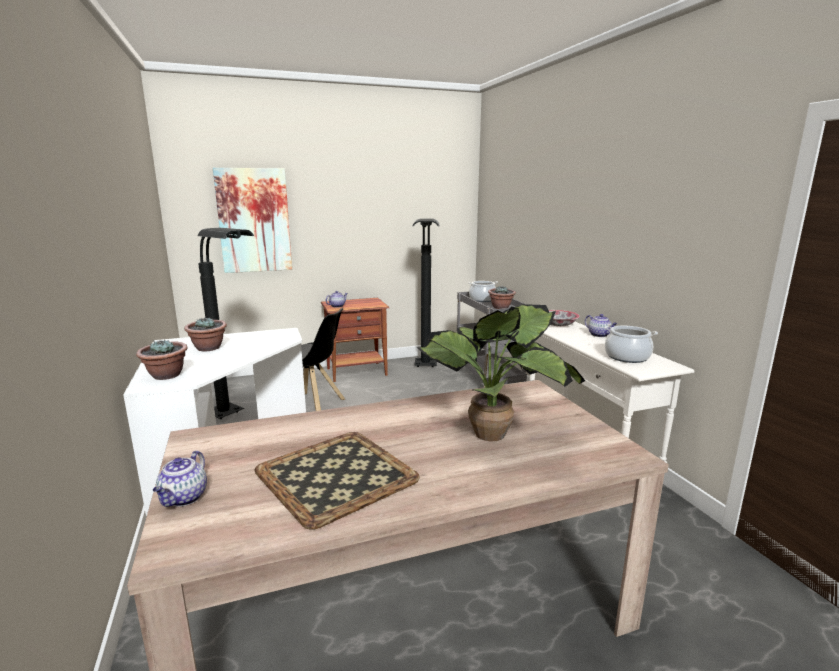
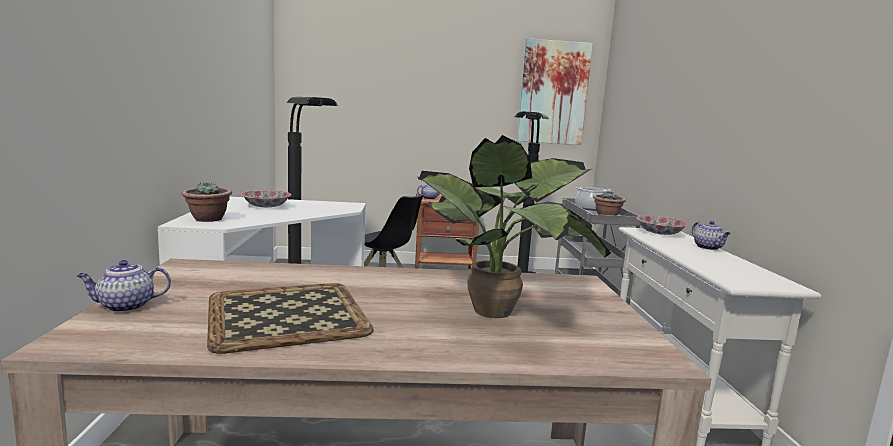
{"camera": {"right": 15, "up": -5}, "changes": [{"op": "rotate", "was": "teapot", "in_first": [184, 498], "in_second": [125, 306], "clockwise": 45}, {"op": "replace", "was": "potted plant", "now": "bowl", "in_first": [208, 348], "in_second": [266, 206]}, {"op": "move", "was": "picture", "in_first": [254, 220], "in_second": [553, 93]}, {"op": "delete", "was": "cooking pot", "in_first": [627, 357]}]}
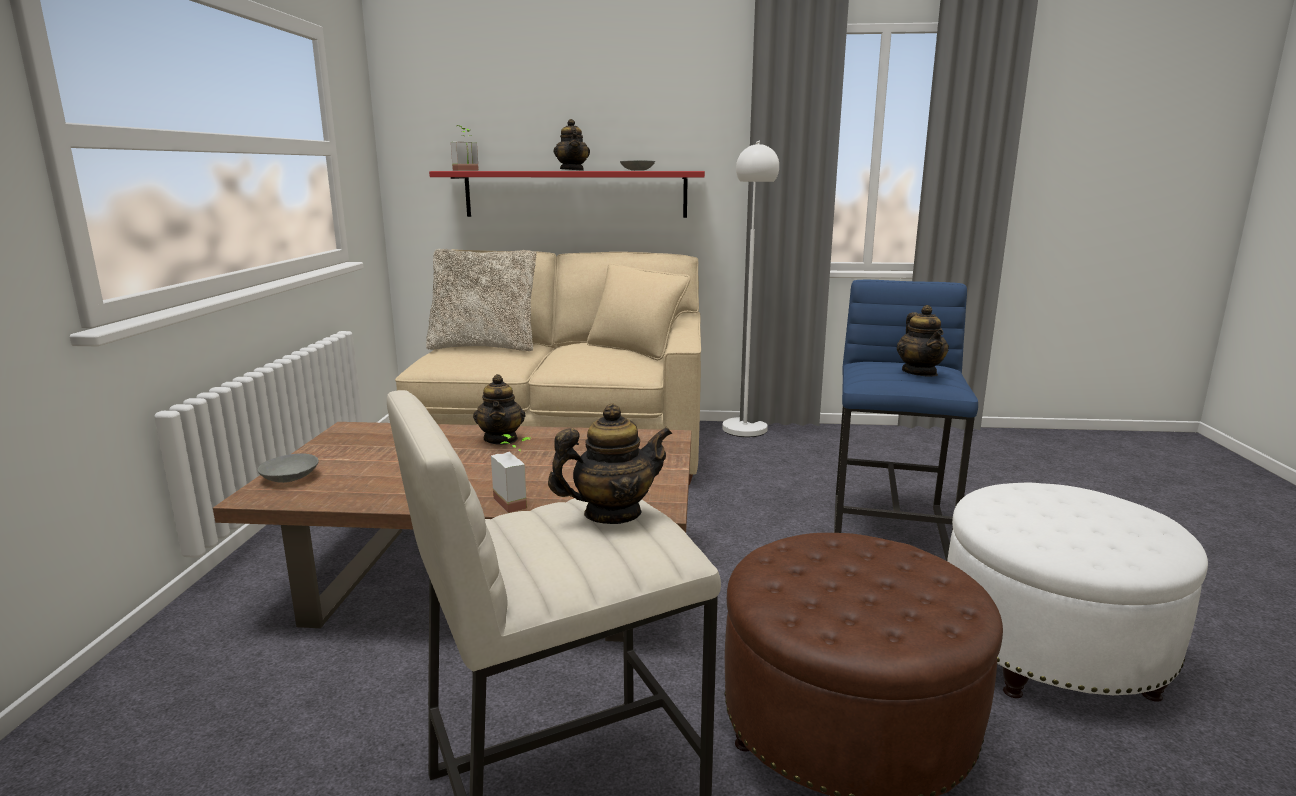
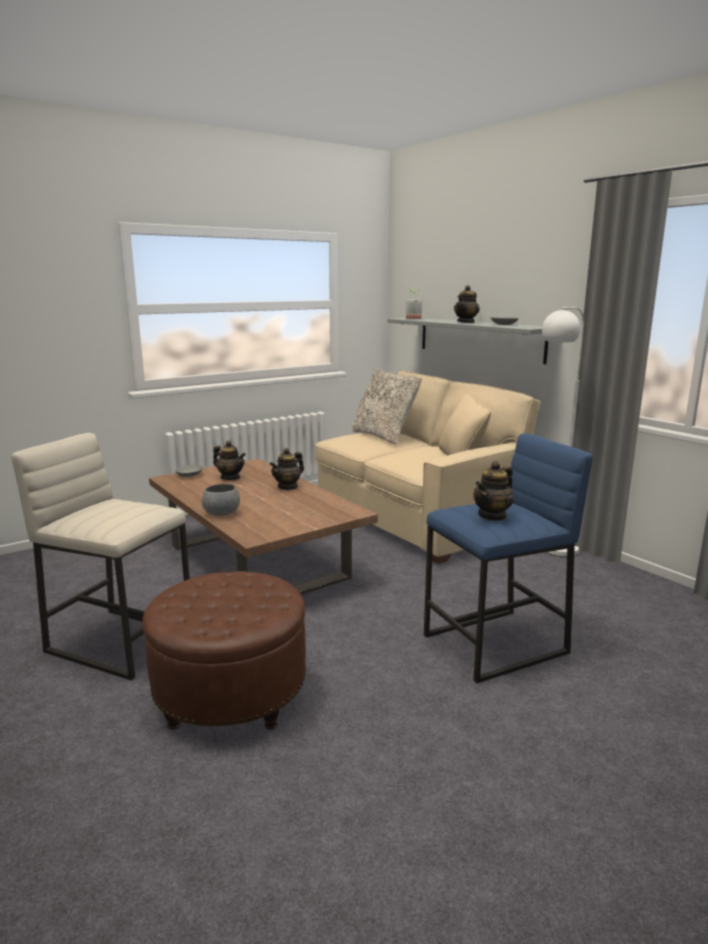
{"camera": {"right": 50, "up": 0}, "changes": [{"op": "recolor", "was": "red shelf", "now": "grey shelf", "in_first": [575, 194], "in_second": [479, 338]}, {"op": "replace", "was": "potted plant", "now": "grey bowl", "in_first": [517, 501], "in_second": [221, 513]}, {"op": "move", "was": "teapot", "in_first": [612, 514], "in_second": [230, 478]}, {"op": "delete", "was": "white ottoman", "in_first": [1050, 653]}]}
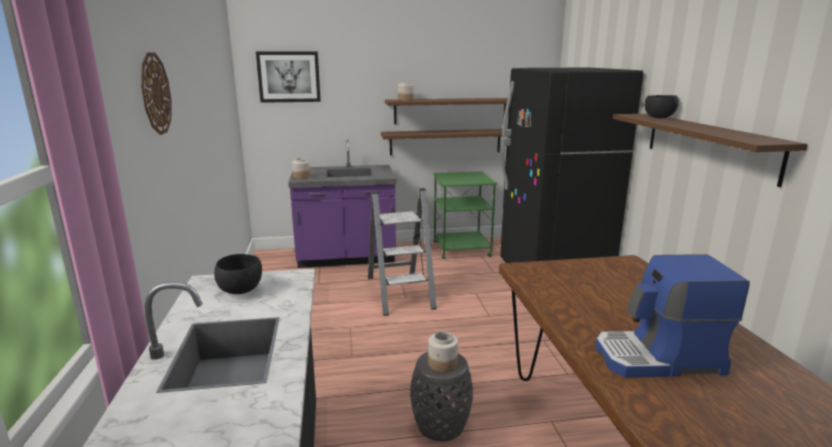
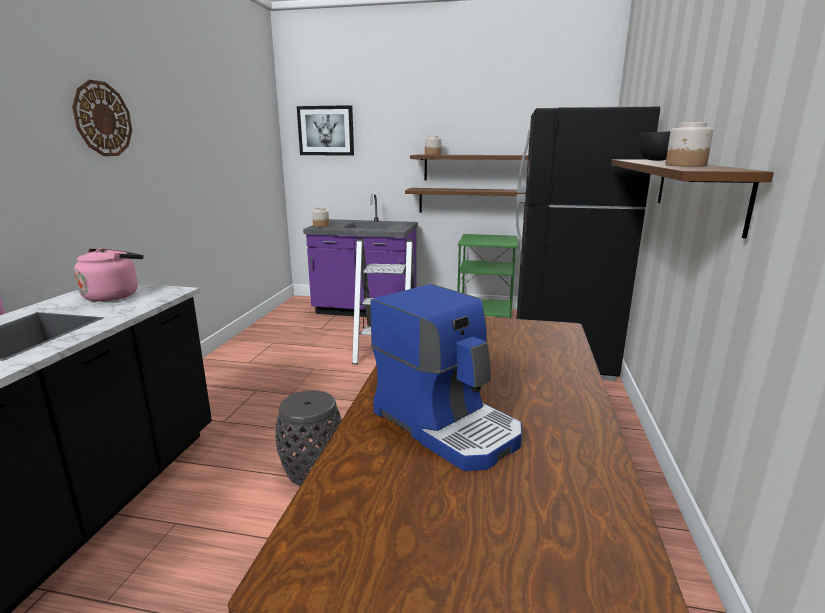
{"camera": {"right": 20, "up": 0}, "changes": [{"op": "replace", "was": "black bowl", "now": "pink kettle", "in_first": [241, 290], "in_second": [114, 295]}, {"op": "move", "was": "jar", "in_first": [443, 364], "in_second": [685, 165]}, {"op": "rotate", "was": "coffee machine", "in_first": [658, 358], "in_second": [447, 424], "clockwise": -150}]}
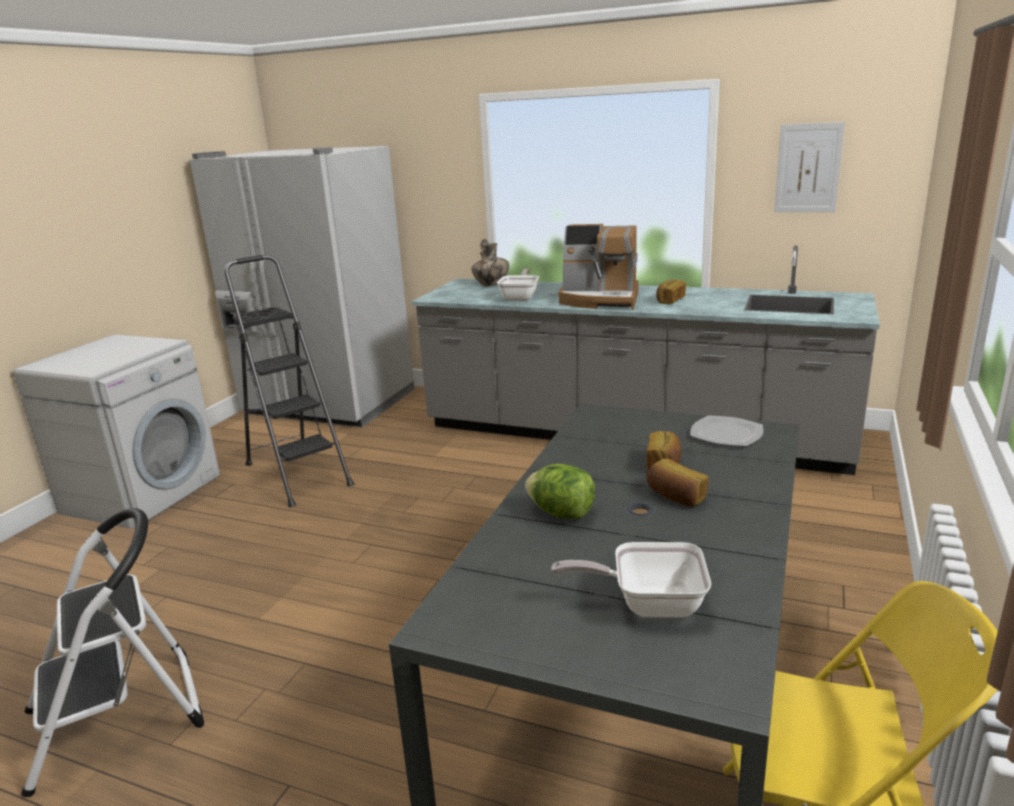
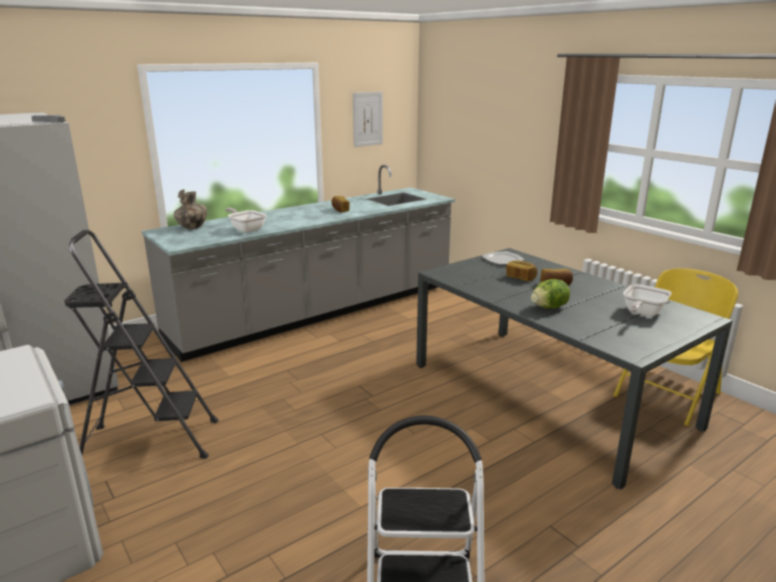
{"camera": {"right": -60, "up": 0}, "changes": [{"op": "delete", "was": "coffee machine", "in_first": [600, 300]}]}
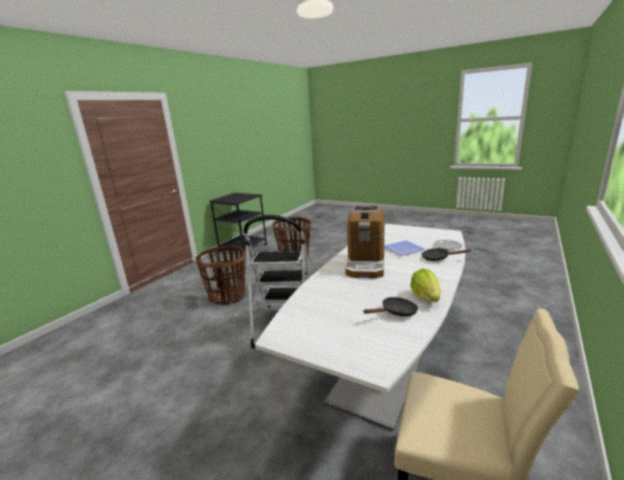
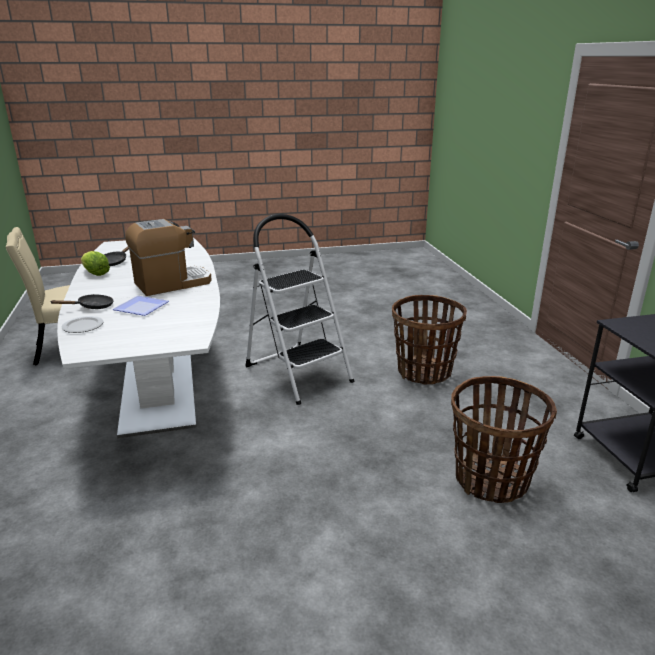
{"camera": {"right": 135, "up": 5}, "changes": [{"op": "rotate", "was": "coffee machine", "in_first": [366, 263], "in_second": [172, 283], "clockwise": 90}]}
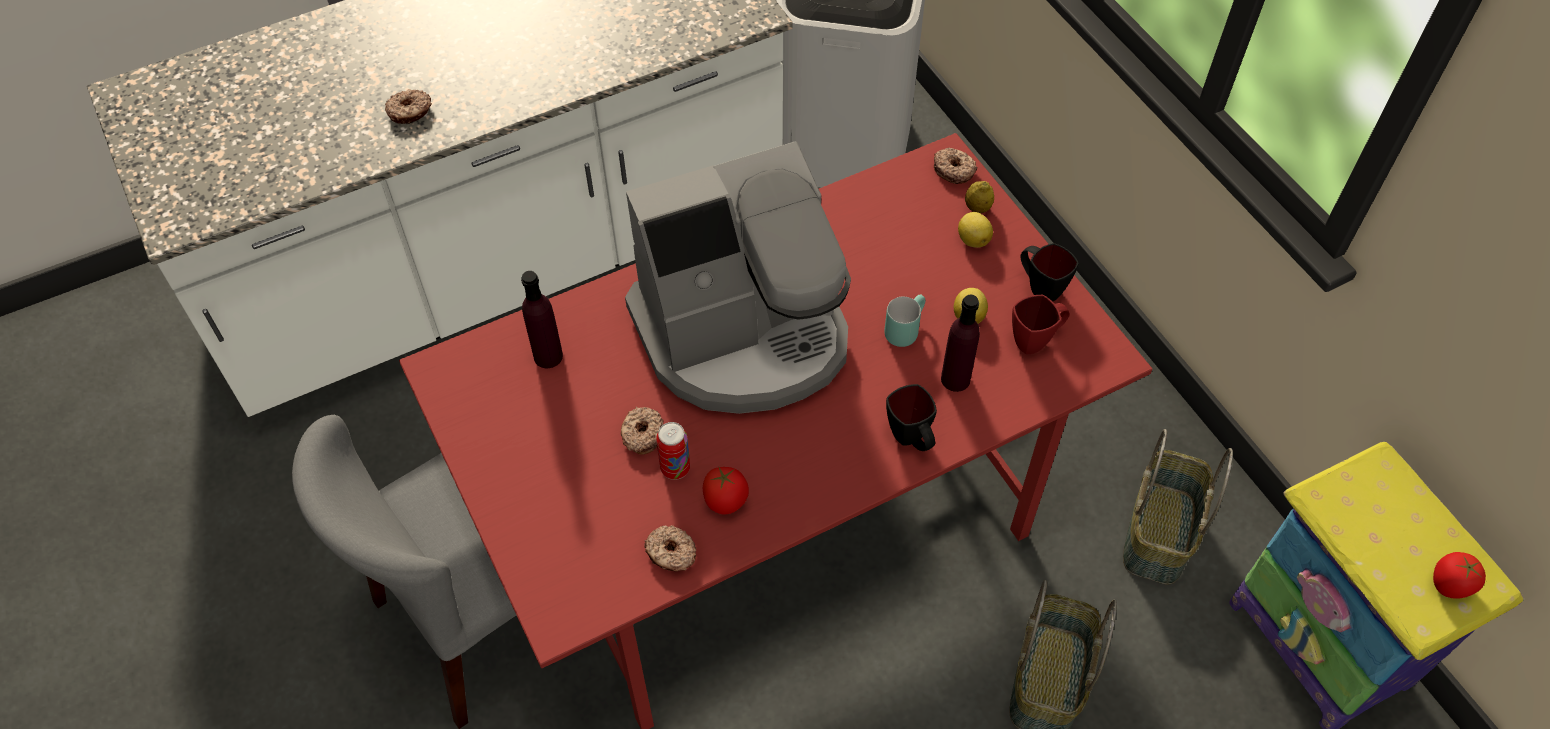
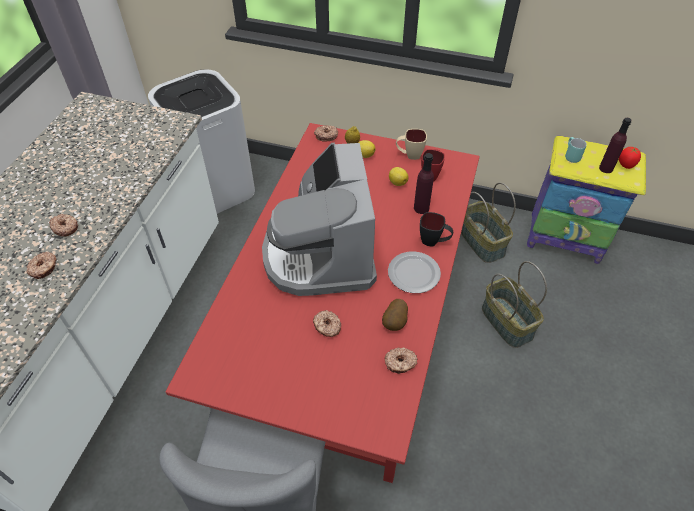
{"camera": {"right": -45, "up": -5}, "changes": [{"op": "move", "was": "purple bottle", "in_first": [548, 356], "in_second": [606, 168]}, {"op": "rotate", "was": "coffee machine", "in_first": [744, 335], "in_second": [320, 253], "clockwise": 150}, {"op": "delete", "was": "can", "in_first": [675, 468]}, {"op": "replace", "was": "tomato", "now": "potato", "in_first": [726, 501], "in_second": [395, 323]}, {"op": "move", "was": "turquoise mug", "in_first": [903, 328], "in_second": [570, 156]}, {"op": "recolor", "was": "black mug", "now": "beige mug", "in_first": [1040, 287], "in_second": [409, 155]}, {"op": "insert", "now": "donut", "in_second": [65, 227]}, {"op": "insert", "now": "plate", "in_second": [412, 274]}]}
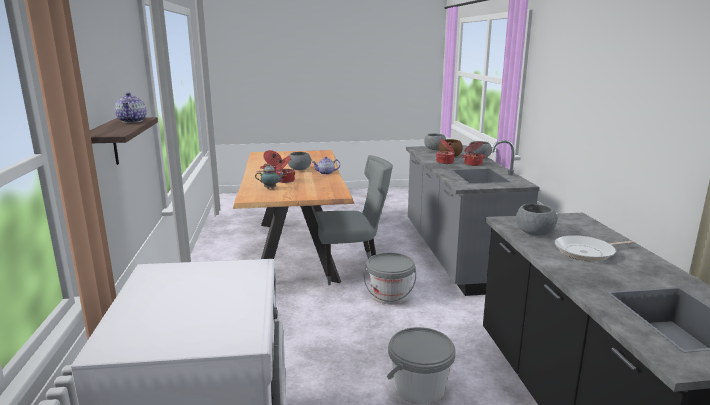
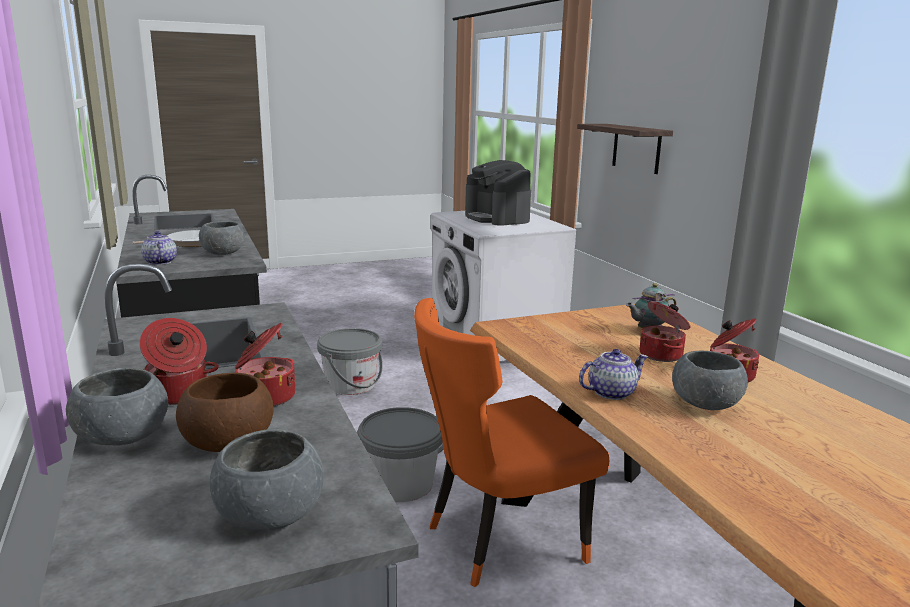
{"camera": {"right": 165, "up": 0}, "changes": [{"op": "move", "was": "teapot", "in_first": [132, 121], "in_second": [159, 262]}, {"op": "recolor", "was": "grey chair", "now": "orange chair", "in_first": [352, 269], "in_second": [497, 540]}, {"op": "insert", "now": "coffee machine", "in_second": [497, 218]}]}
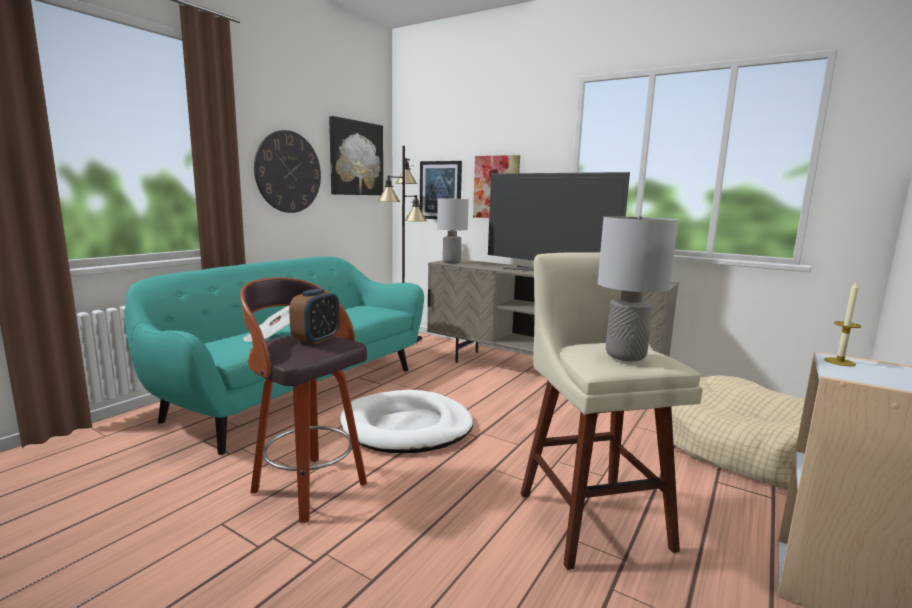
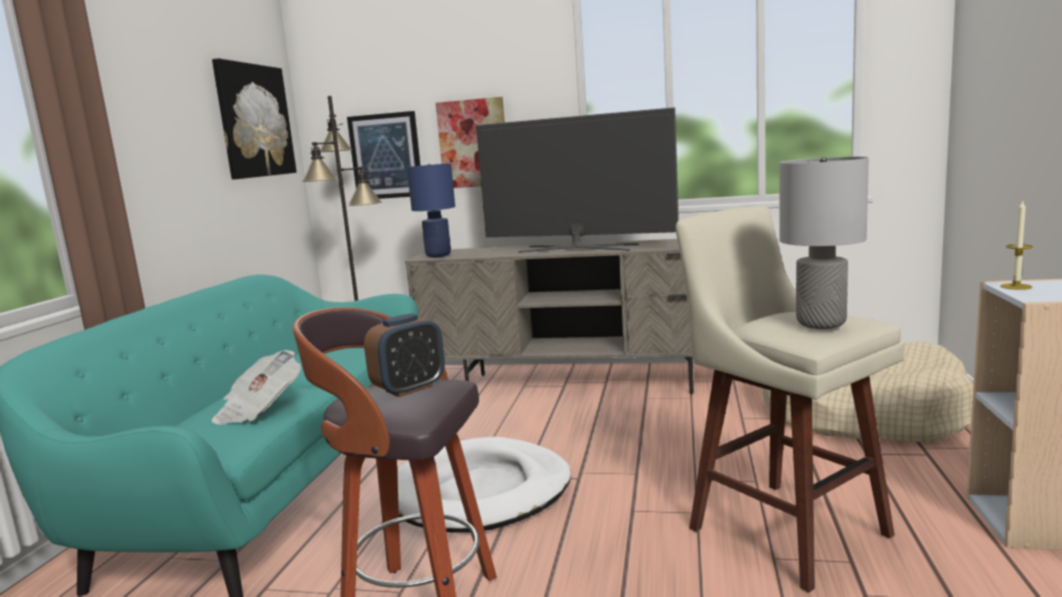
{"camera": {"right": -20, "up": 0}, "changes": [{"op": "delete", "was": "wall clock", "in_first": [288, 172]}, {"op": "rotate", "was": "alarm clock", "in_first": [316, 340], "in_second": [409, 388], "clockwise": 45}, {"op": "recolor", "was": "grey table lamp", "now": "blue table lamp", "in_first": [451, 263], "in_second": [439, 256]}]}
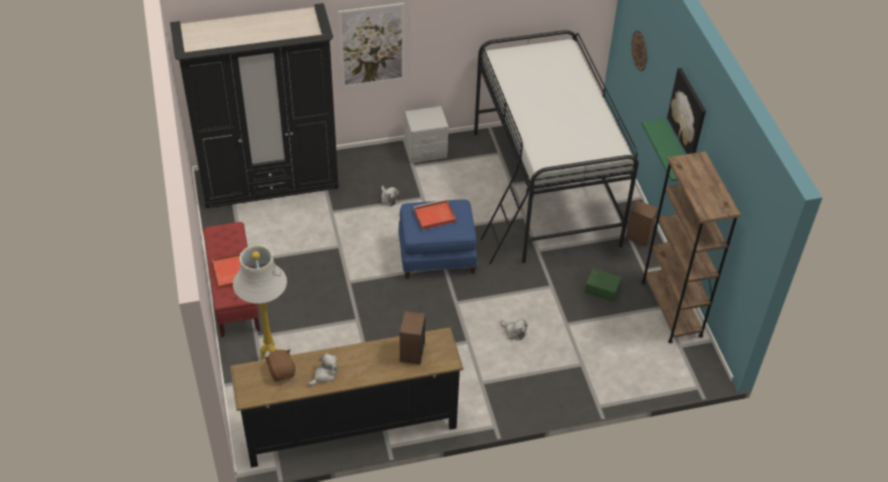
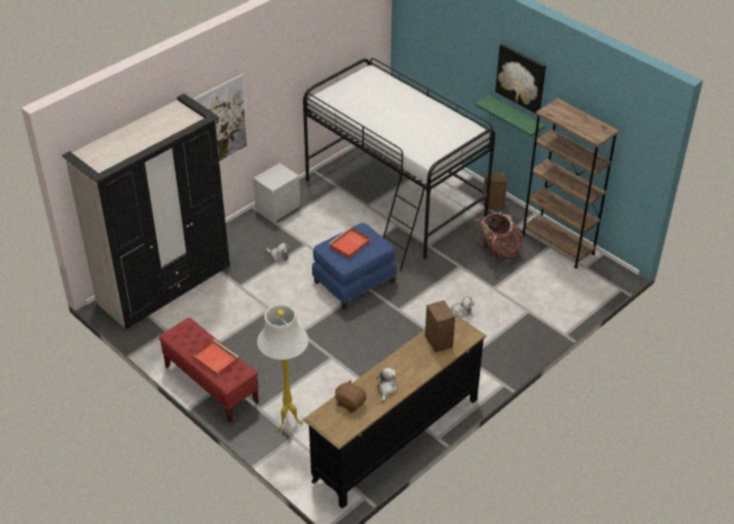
{"camera": {"right": -30, "up": -5}, "changes": [{"op": "replace", "was": "green storage box", "now": "backpack", "in_first": [602, 289], "in_second": [498, 252]}, {"op": "delete", "was": "wall clock", "in_first": [640, 50]}]}
